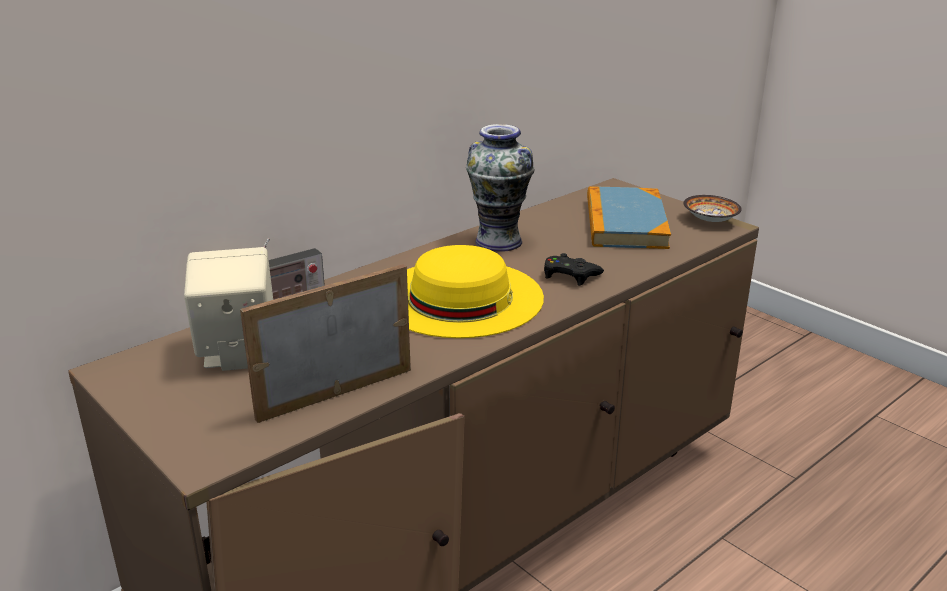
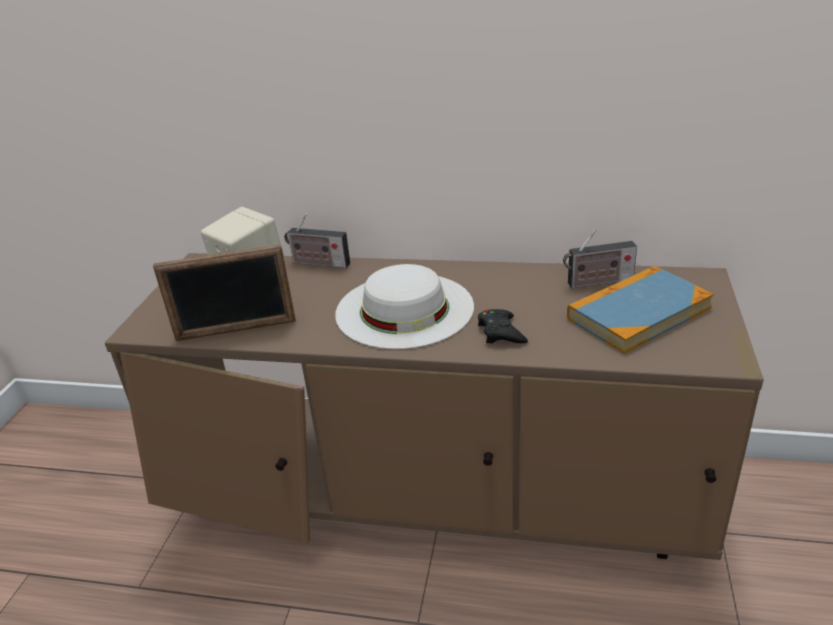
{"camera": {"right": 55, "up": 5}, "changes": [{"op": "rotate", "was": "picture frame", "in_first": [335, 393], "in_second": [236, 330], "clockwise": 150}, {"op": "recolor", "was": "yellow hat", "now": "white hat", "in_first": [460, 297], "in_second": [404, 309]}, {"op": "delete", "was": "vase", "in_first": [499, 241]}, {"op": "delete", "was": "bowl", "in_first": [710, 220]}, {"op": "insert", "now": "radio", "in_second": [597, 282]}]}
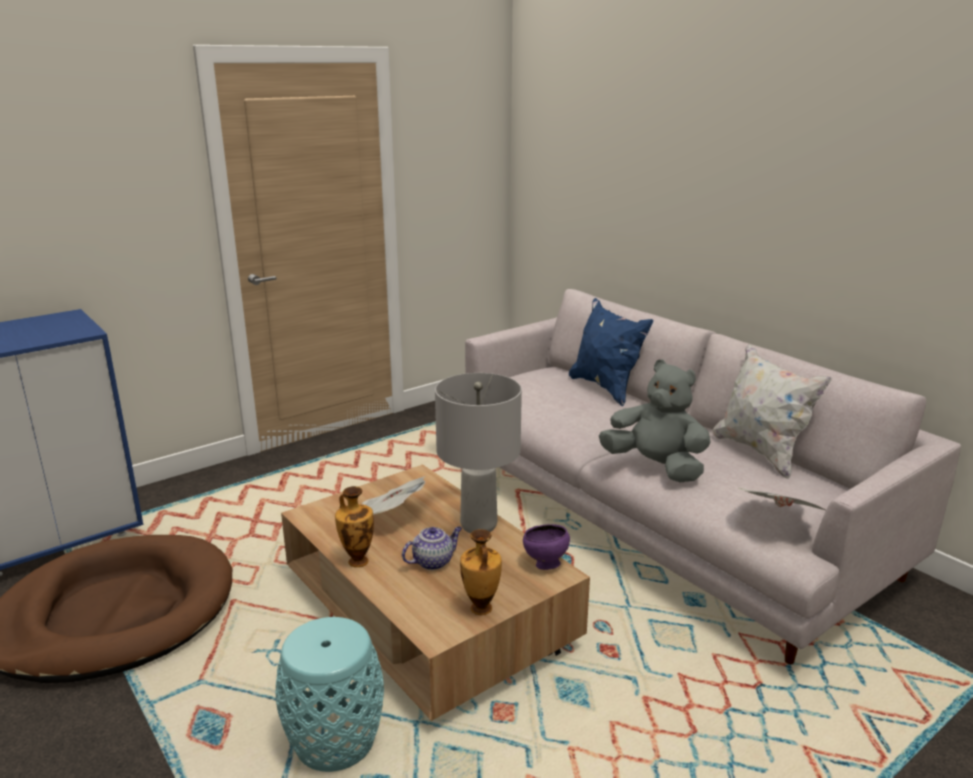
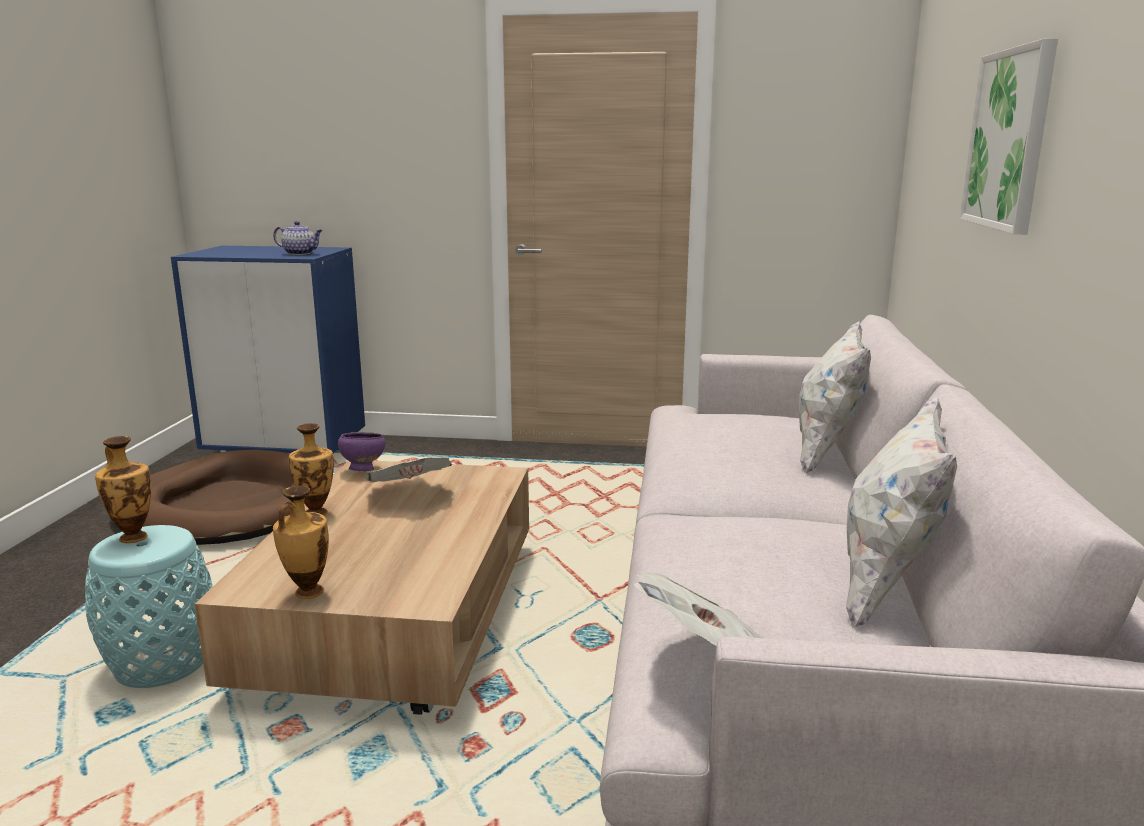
{"camera": {"right": 45, "up": -5}, "changes": [{"op": "move", "was": "teapot", "in_first": [433, 561], "in_second": [300, 253]}, {"op": "delete", "was": "grey table lamp", "in_first": [478, 525]}, {"op": "move", "was": "purple bowl", "in_first": [545, 565], "in_second": [362, 470]}, {"op": "recolor", "was": "blue pillow", "now": "white pillow", "in_first": [605, 388], "in_second": [827, 453]}, {"op": "delete", "was": "grey plush toy", "in_first": [655, 467]}, {"op": "insert", "now": "vase", "in_second": [133, 537]}, {"op": "insert", "now": "picture", "in_second": [1009, 139]}]}
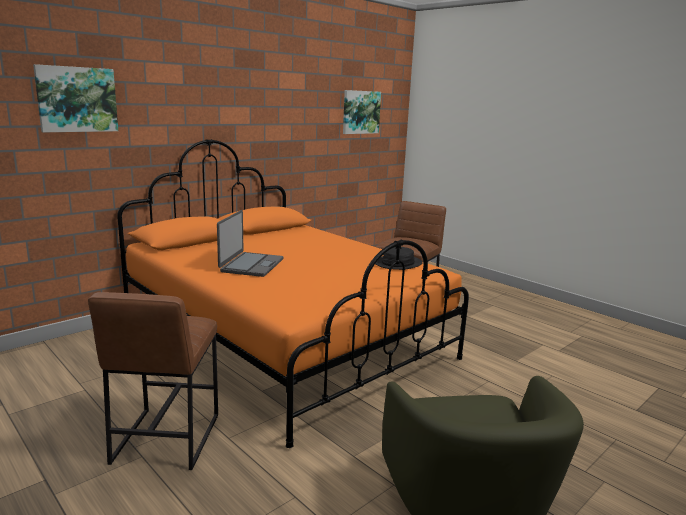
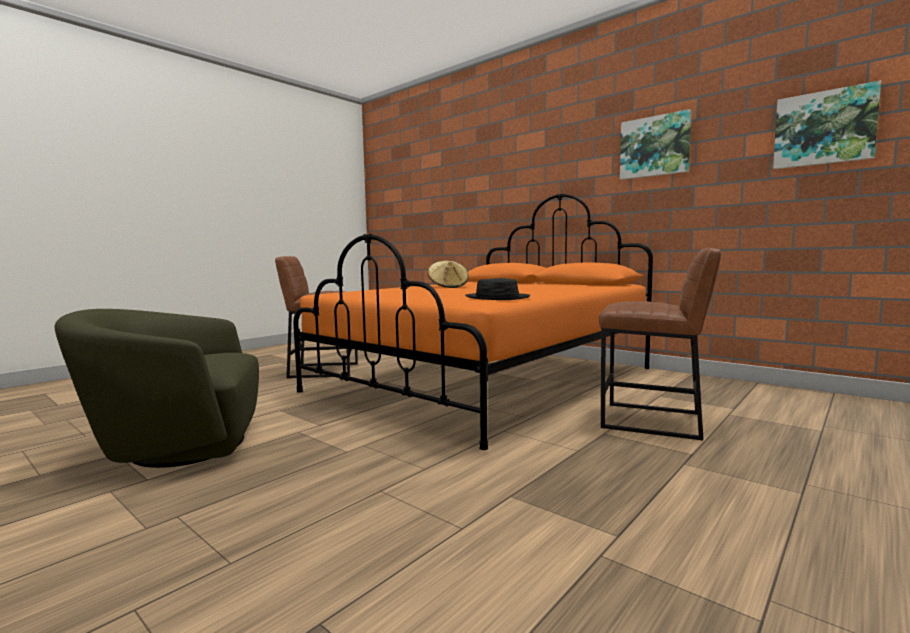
{"camera": {"right": 85, "up": -10}, "changes": [{"op": "move", "was": "picture", "in_first": [77, 99], "in_second": [655, 146]}, {"op": "replace", "was": "laptop", "now": "beige hat", "in_first": [251, 265], "in_second": [448, 287]}]}
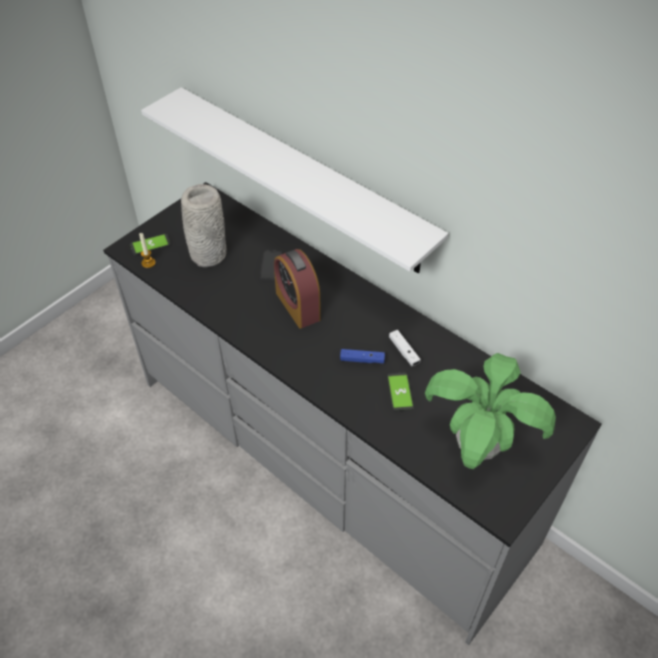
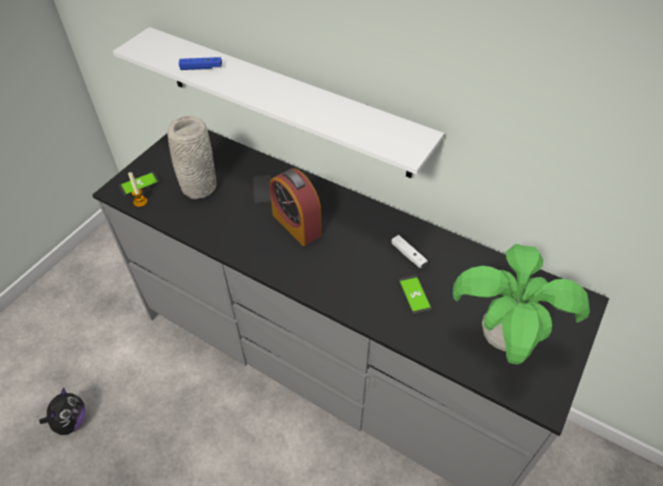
{"camera": {"right": -10, "up": 0}, "changes": [{"op": "move", "was": "blue game controller", "in_first": [362, 360], "in_second": [201, 68]}, {"op": "insert", "now": "plush toy", "in_second": [71, 421]}]}
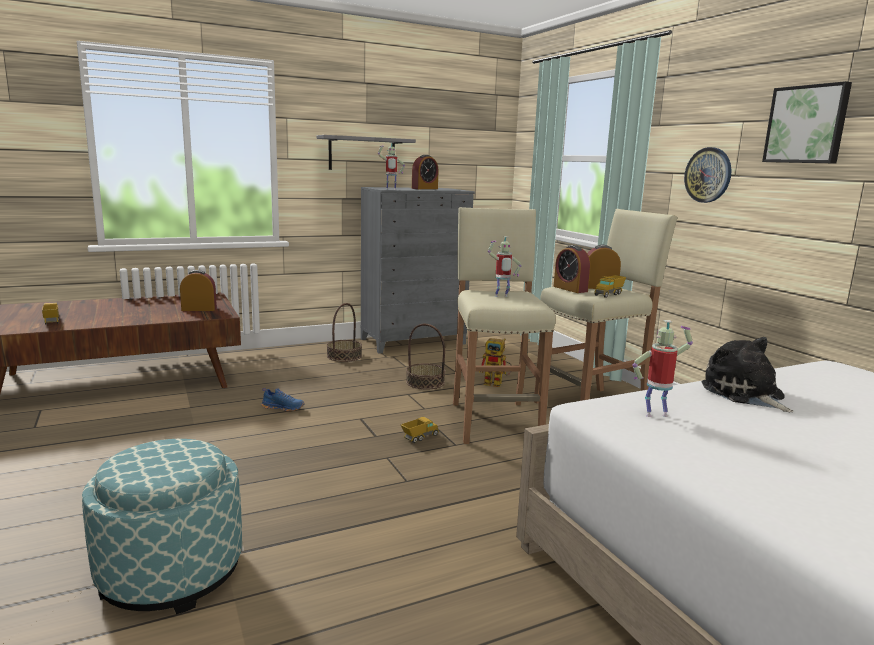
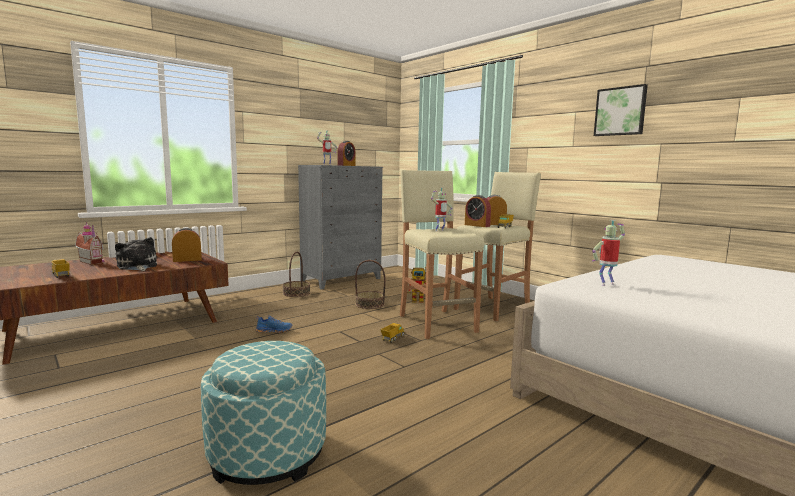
{"camera": {"right": -15, "up": -5}, "changes": [{"op": "delete", "was": "grey shelf", "in_first": [362, 154]}, {"op": "delete", "was": "wall clock", "in_first": [708, 175]}, {"op": "move", "was": "plush toy", "in_first": [745, 394], "in_second": [137, 266]}, {"op": "insert", "now": "toy house", "in_second": [93, 261]}]}
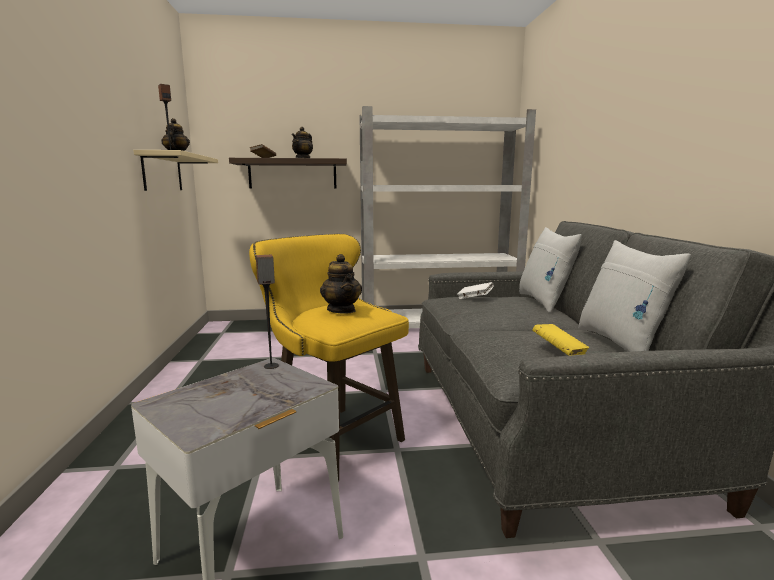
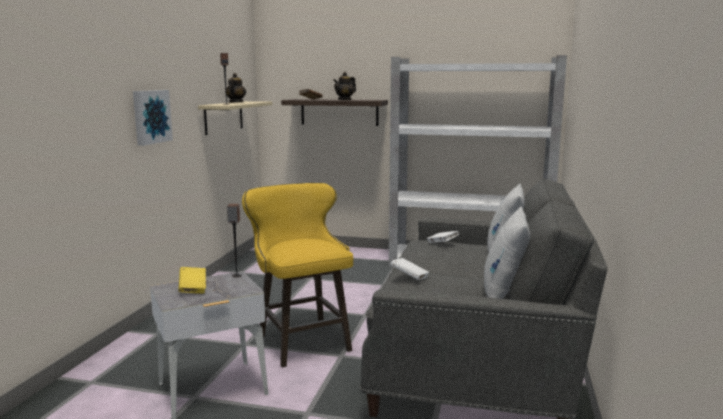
{"camera": {"right": 20, "up": 0}, "changes": [{"op": "delete", "was": "teapot", "in_first": [342, 310]}, {"op": "move", "was": "yellow book", "in_first": [559, 351], "in_second": [193, 289]}, {"op": "insert", "now": "picture", "in_second": [150, 116]}, {"op": "insert", "now": "white book", "in_second": [409, 277]}]}
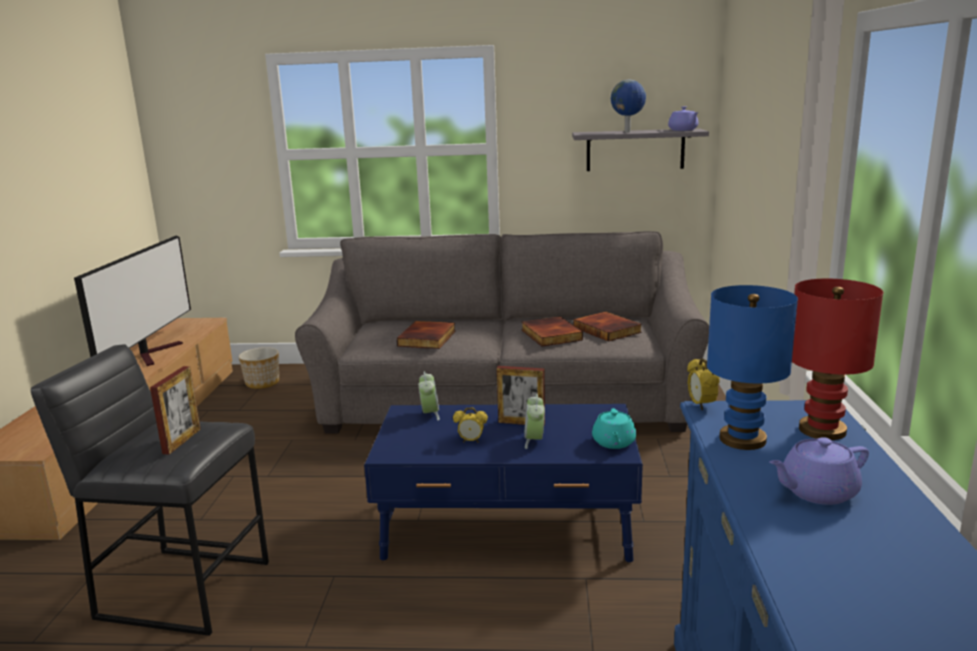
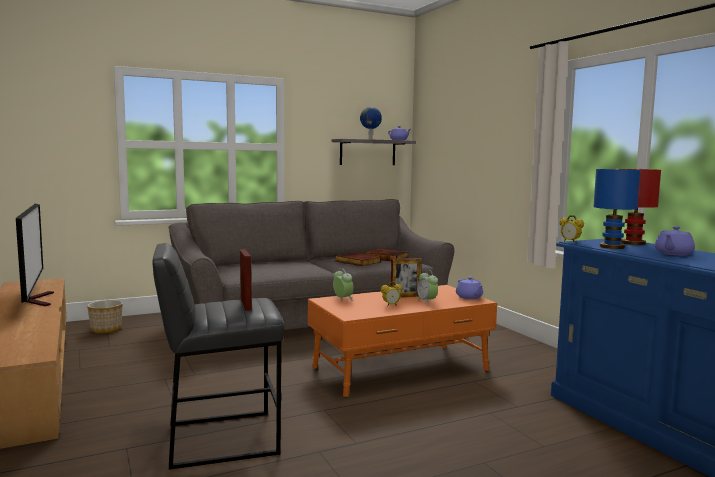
{"camera": {"right": -30, "up": -10}, "changes": [{"op": "recolor", "was": "blue coffee table", "now": "orange coffee table", "in_first": [508, 526], "in_second": [401, 369]}, {"op": "delete", "was": "book", "in_first": [428, 338]}, {"op": "recolor", "was": "turquoise teapot", "now": "purple teapot", "in_first": [613, 443], "in_second": [469, 297]}]}
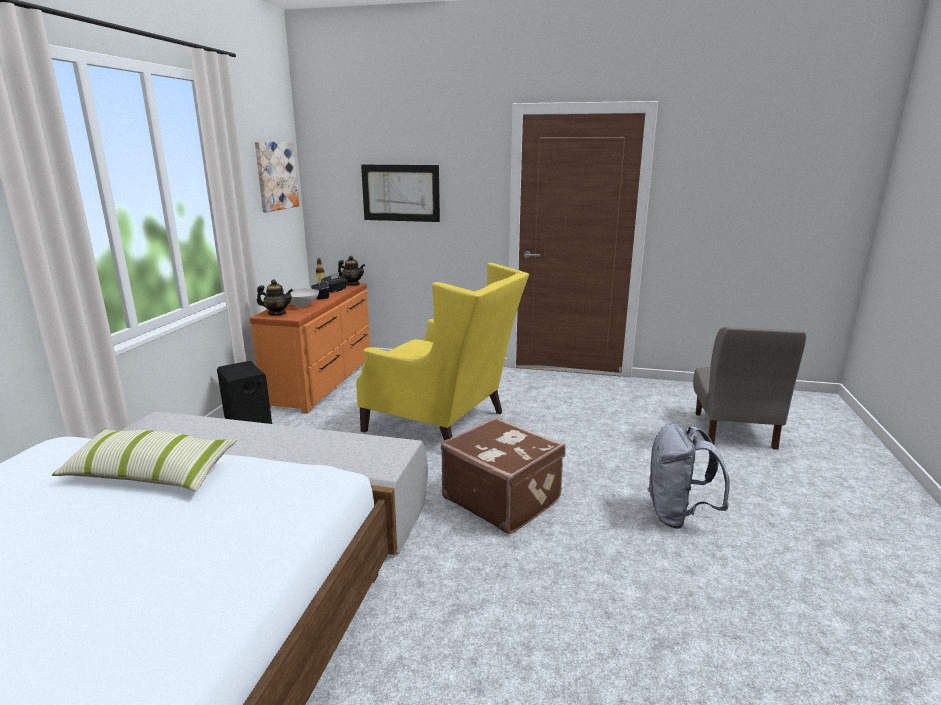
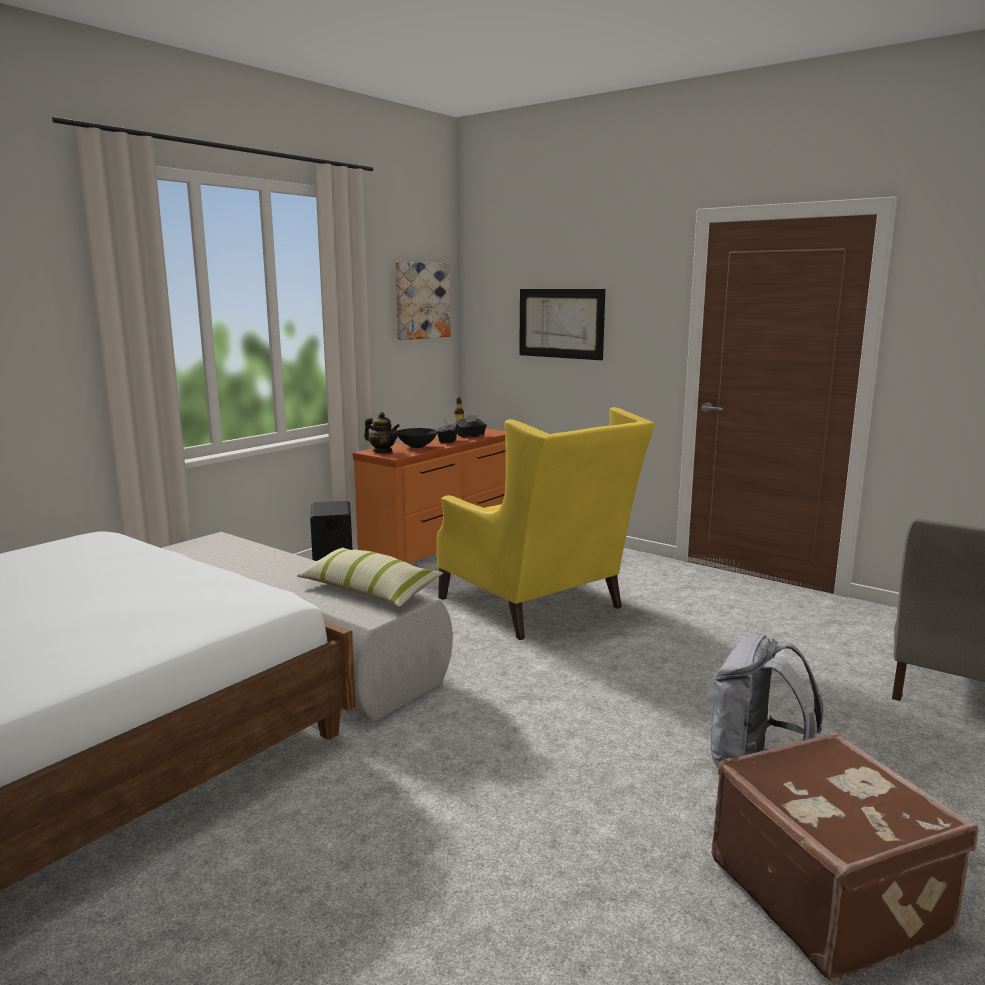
{"camera": {"right": 25, "up": -5}, "changes": [{"op": "move", "was": "pillow", "in_first": [150, 474], "in_second": [369, 590]}, {"op": "recolor", "was": "white bowl", "now": "black bowl", "in_first": [302, 305], "in_second": [418, 446]}, {"op": "delete", "was": "teapot", "in_first": [352, 284]}, {"op": "move", "was": "brown suitcase", "in_first": [502, 498], "in_second": [828, 895]}]}
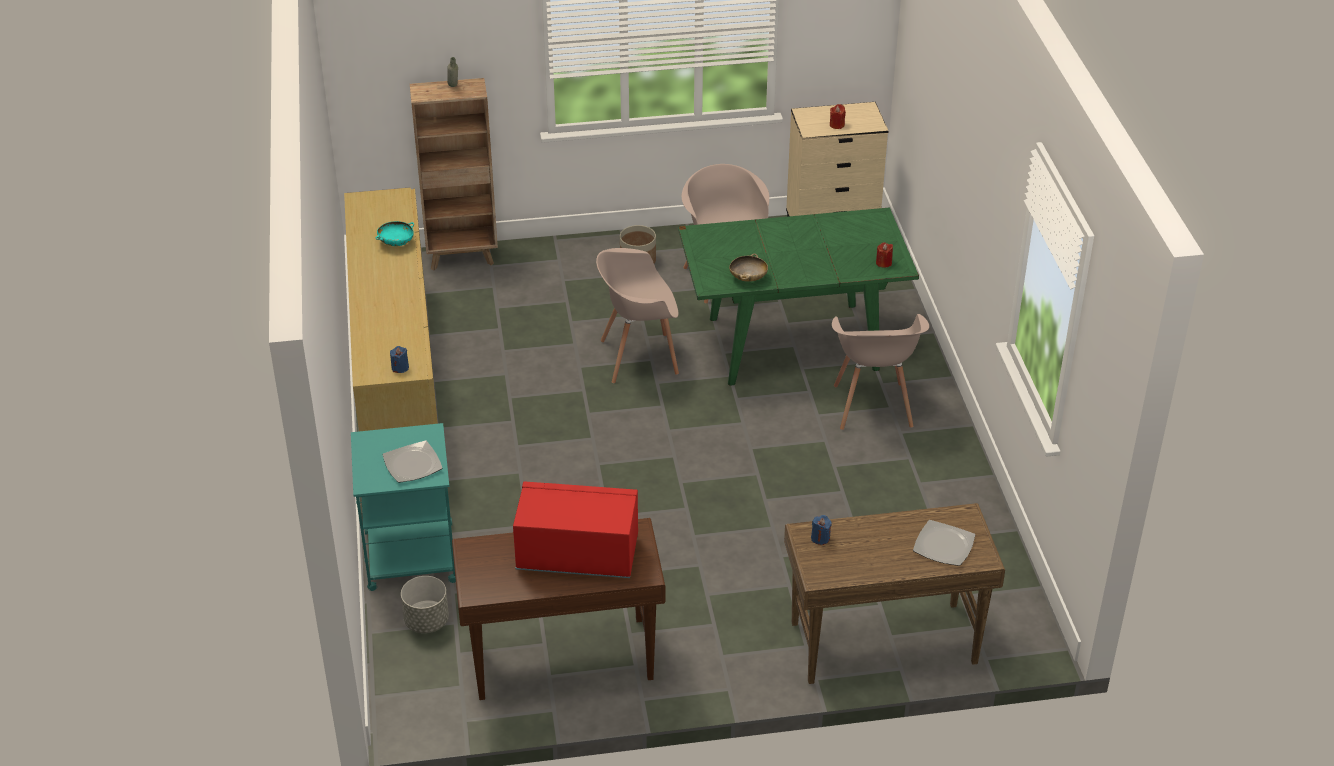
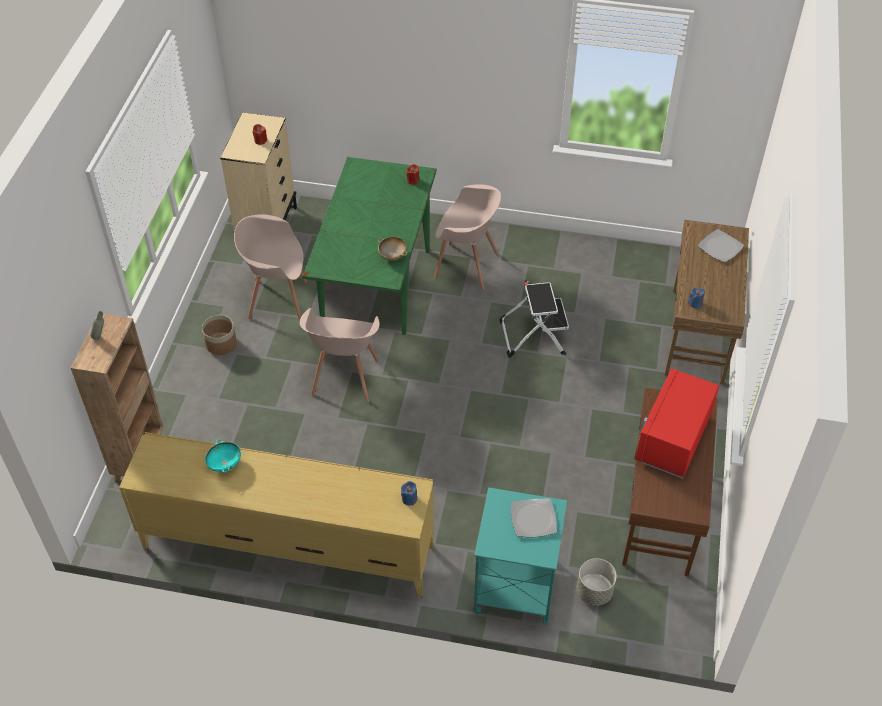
{"camera": {"right": -70, "up": 10}, "changes": [{"op": "insert", "now": "step ladder", "in_second": [533, 334]}]}
